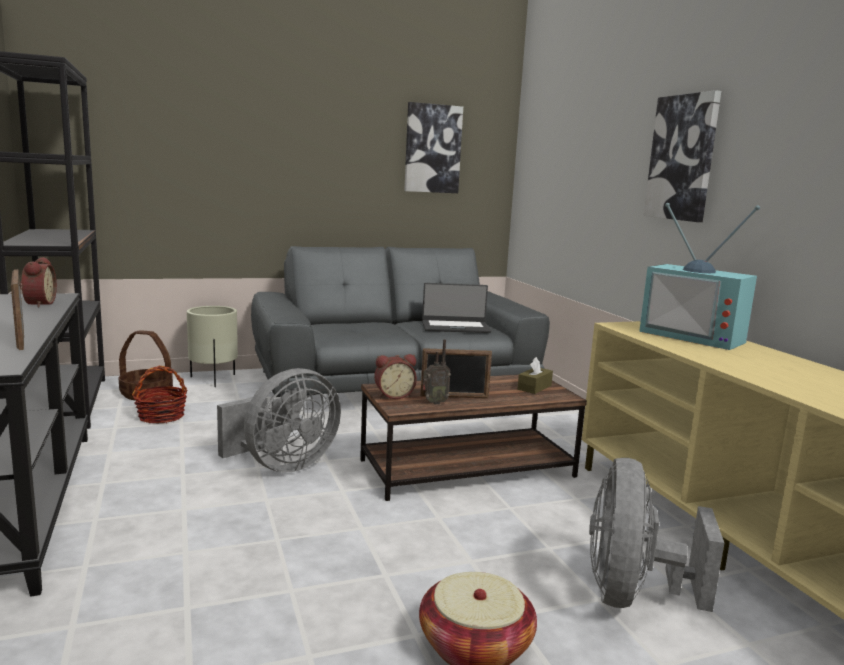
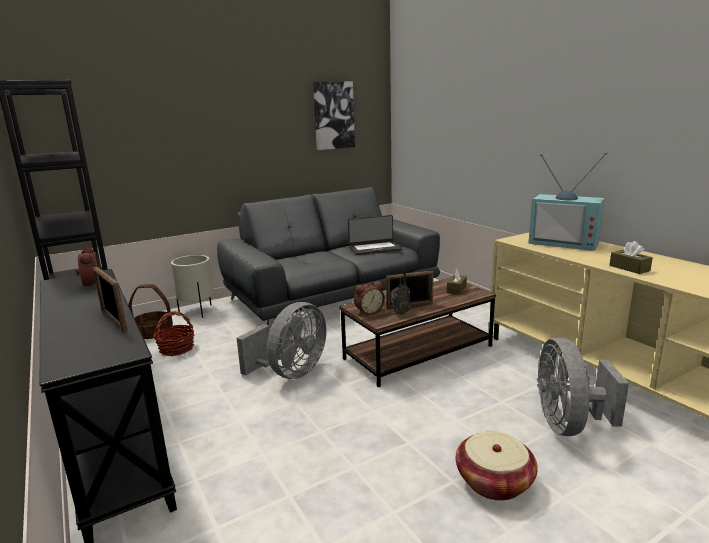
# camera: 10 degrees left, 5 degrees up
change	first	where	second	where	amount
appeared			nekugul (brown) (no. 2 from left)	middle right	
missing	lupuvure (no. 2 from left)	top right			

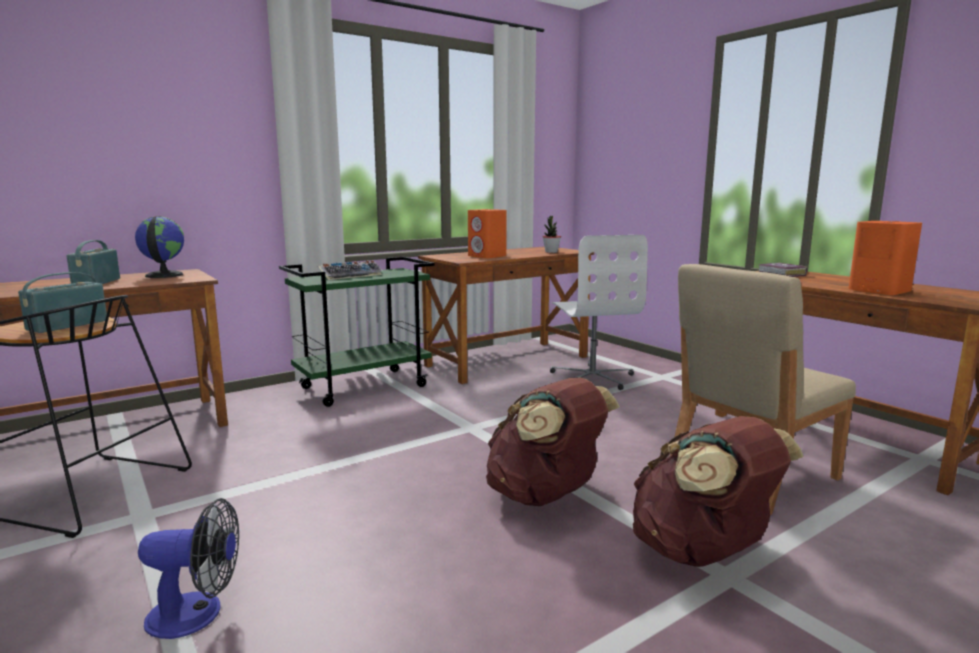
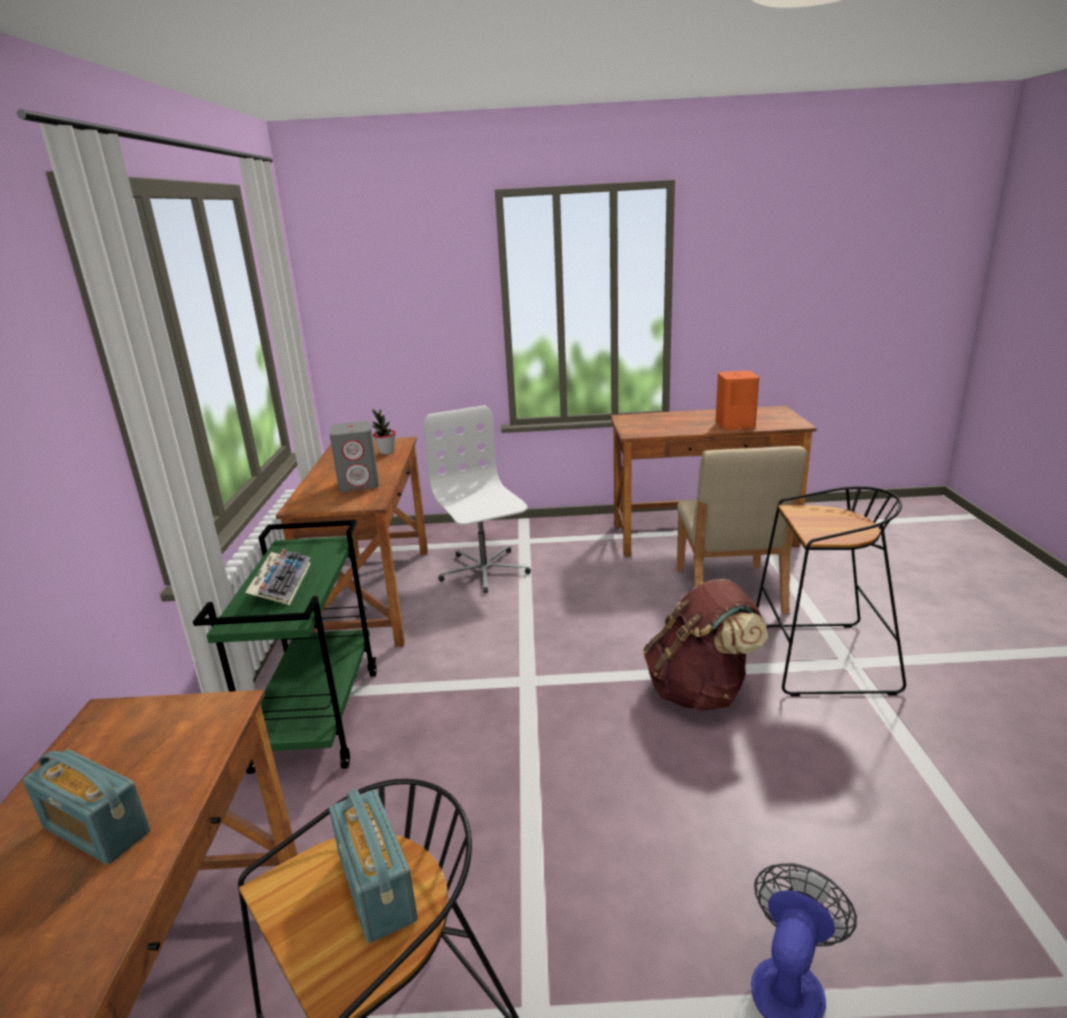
# camera: 55 degrees left, 10 degrees up
change	first	where	second	where	amount
colour	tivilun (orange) (no. 1 from left)	centre	tivilun (grey)	middle left	
spun	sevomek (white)	centre		centre	135 degrees counterclockwise
exchanged	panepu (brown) (no. 2 from left)	bottom right	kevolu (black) (no. 2 from left)	middle right	
missing	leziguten	middle left			
missing	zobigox	middle right			

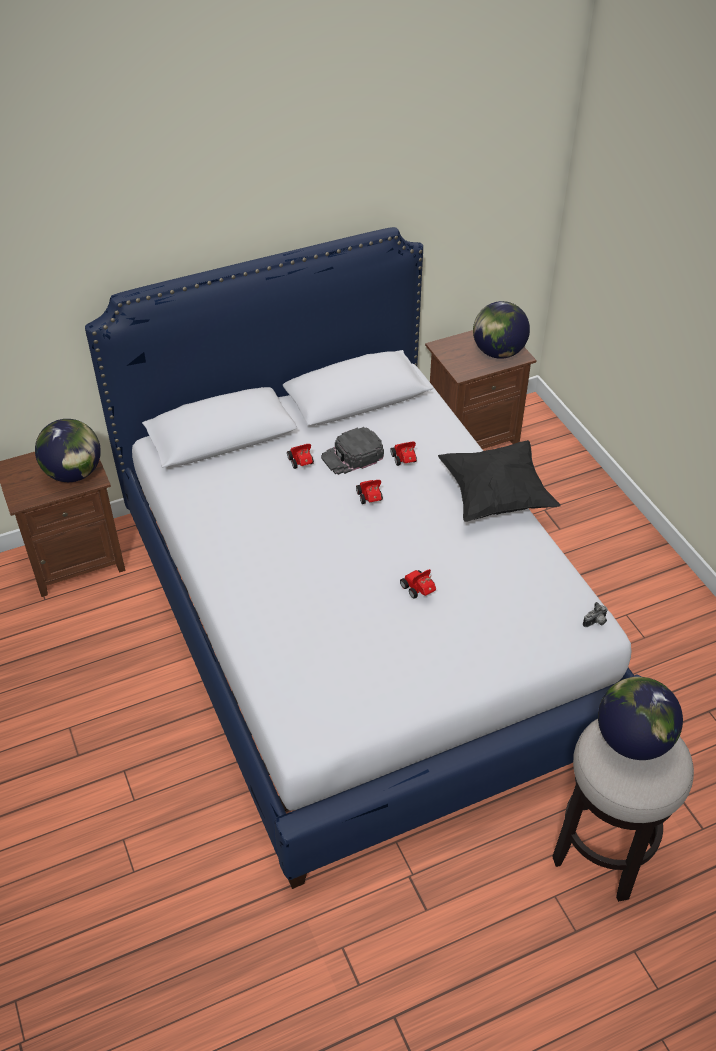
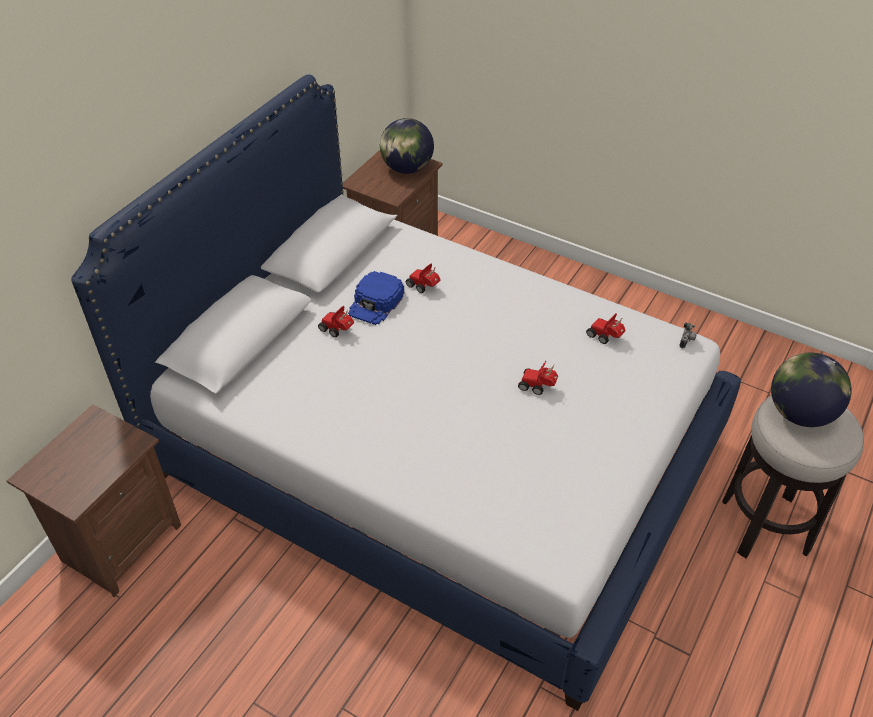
# camera: 35 degrees left, 0 degrees up
change	first	where	second	where	amount
colour	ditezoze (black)	centre	ditezoze (blue)	centre	
relocated	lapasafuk (no. 2 from left in the first image)	centre	lapasafuk (no. 4 from left)	middle right	
missing	leziguten (no. 1 from left)	middle left			
missing	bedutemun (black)	middle right			

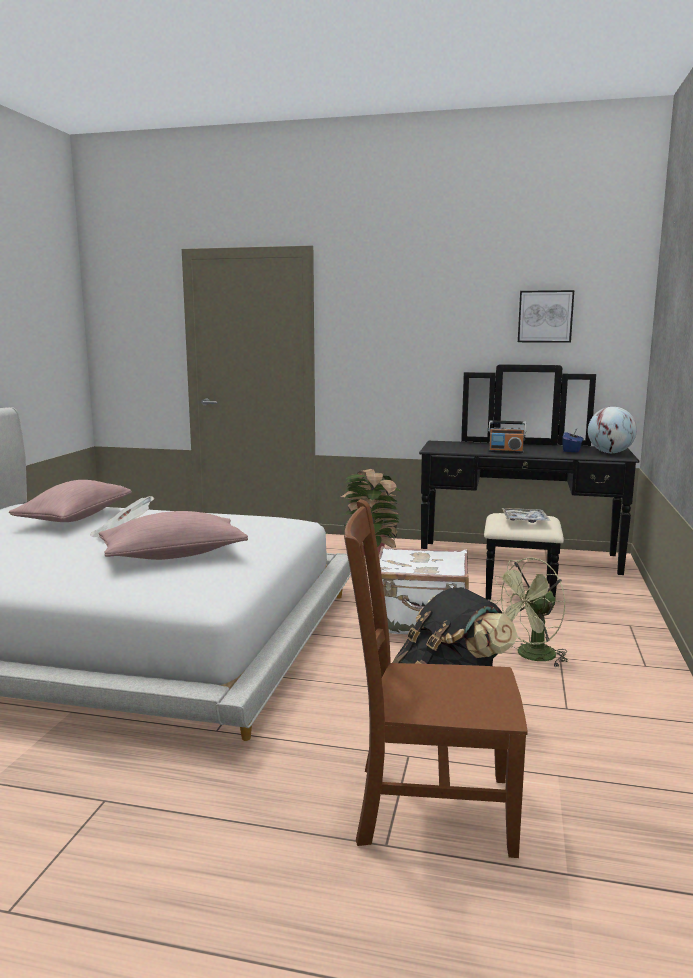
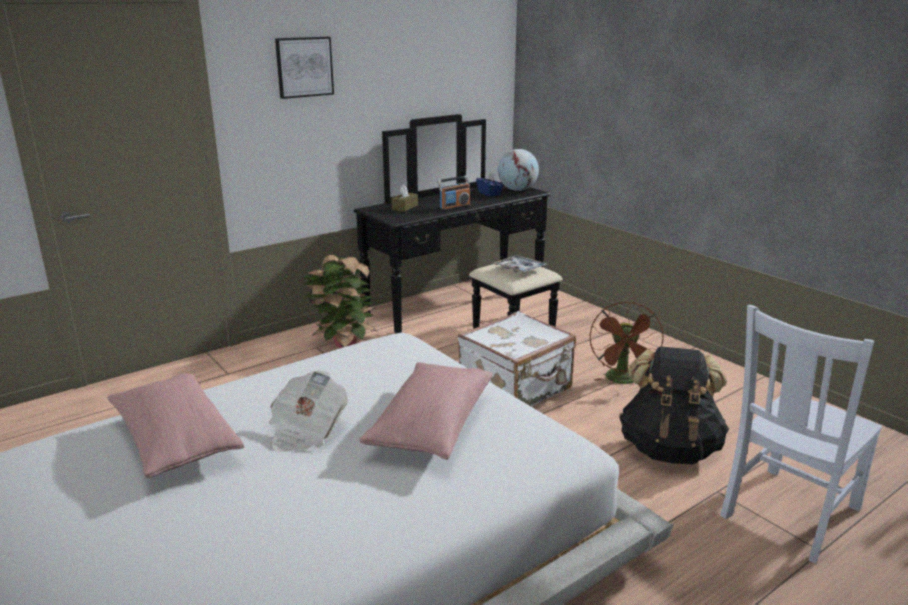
# camera: 50 degrees left, 10 degrees up
change	first	where	second	where	amount
relocated	lupuvure	top right		top centre	
appeared			nekugul (brown)	top centre	
colour	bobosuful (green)	middle right	bobosuful (brown)	middle right	
colour	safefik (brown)	bottom centre	safefik (white)	bottom right	

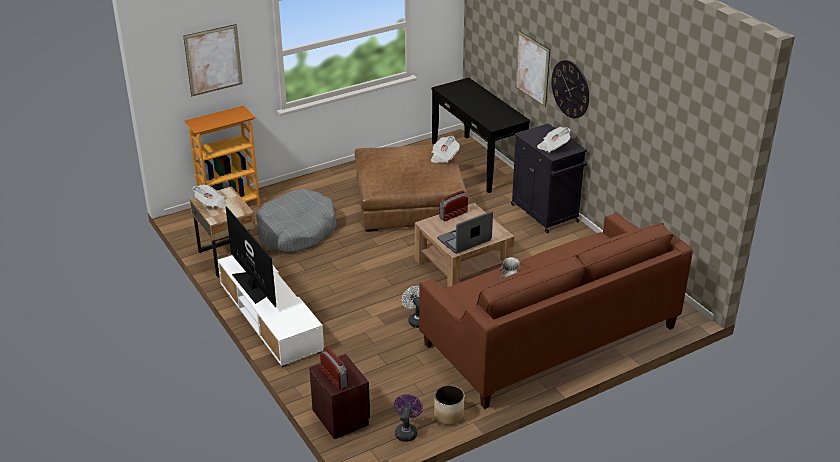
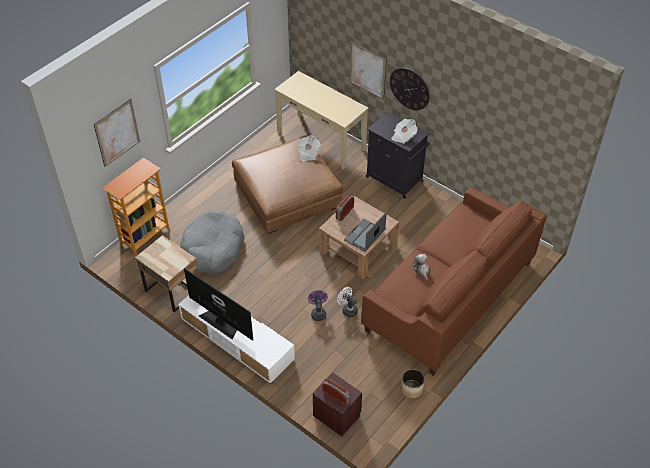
# camera: 20 degrees left, 15 degrees up
change	first	where	second	where	amount
colour	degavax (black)	top centre	degavax (beige)	top centre	
relocated	bobosuful (purple)	bottom centre		centre	
missing	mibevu (no. 1 from left)	middle left			

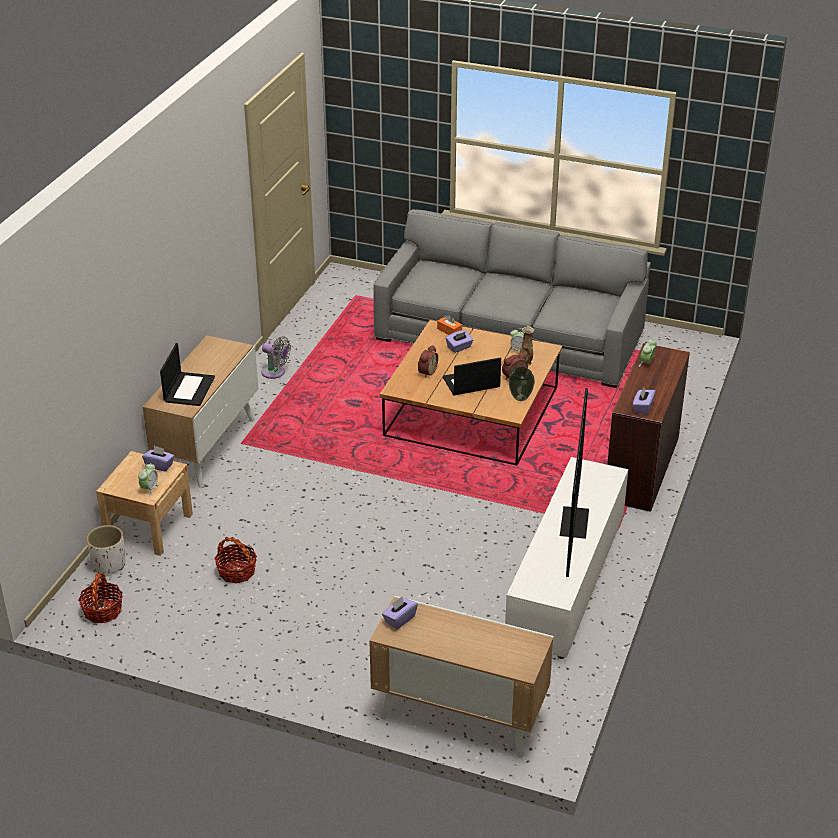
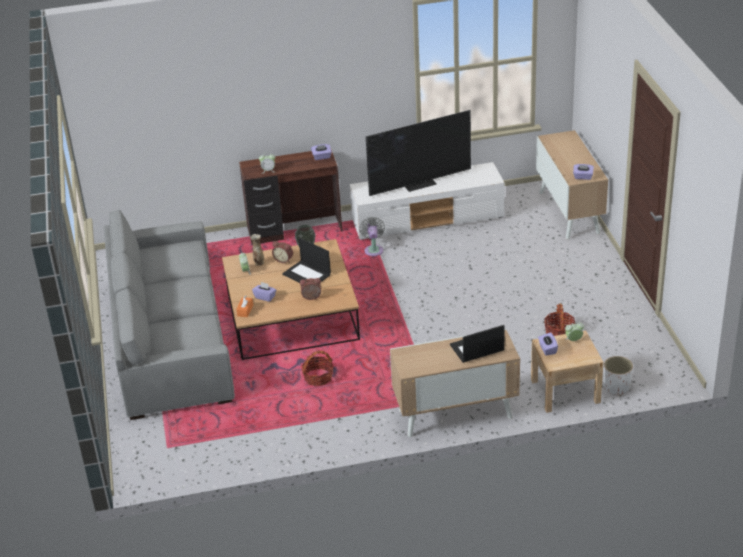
# camera: 120 degrees left, 0 degrees up
change	first	where	second	where	amount
relocated	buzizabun (no. 1 from left)	bottom left		centre	
relocated	bobosuful (grey)	middle left		centre	

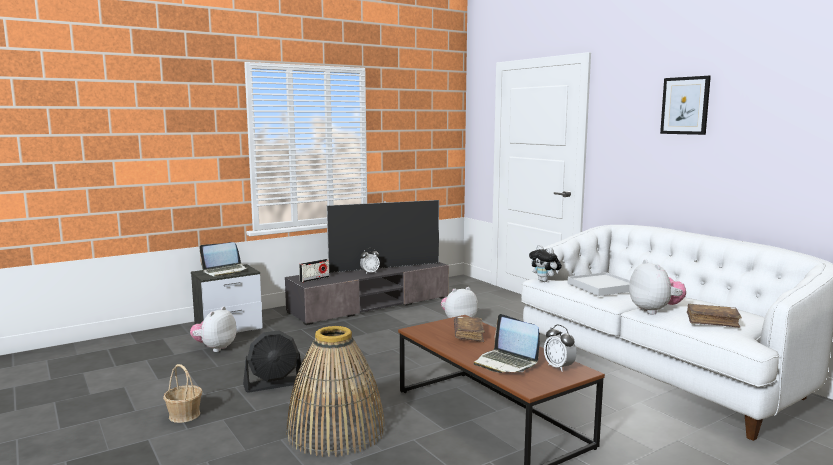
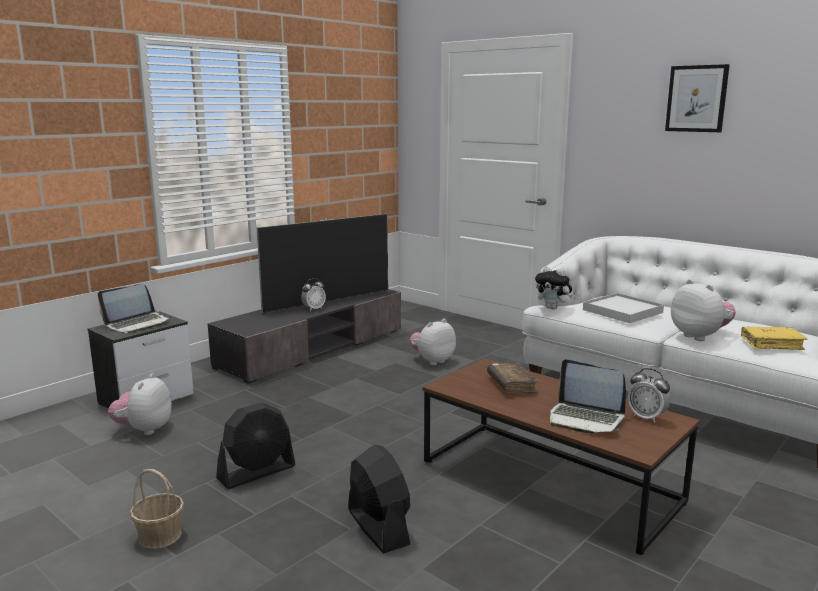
# camera: 15 degrees left, 5 degrees up
change	first	where	second	where	amount
exchanged	buzizabun (no. 2 from left)	bottom centre	bobosuful (black) (no. 2 from left)	bottom centre	
colour	zobigox (brown) (no. 2 from left)	bottom right	zobigox (yellow)	middle right	
missing	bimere	centre			

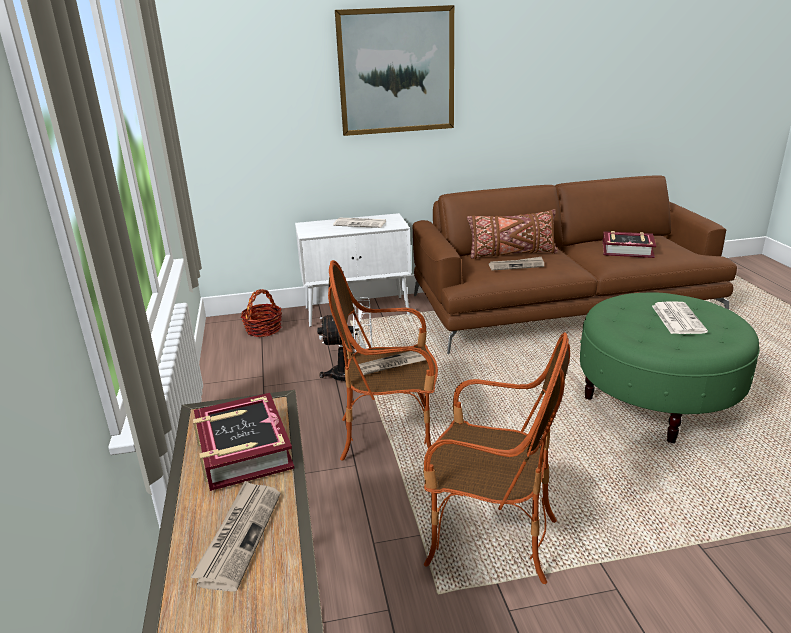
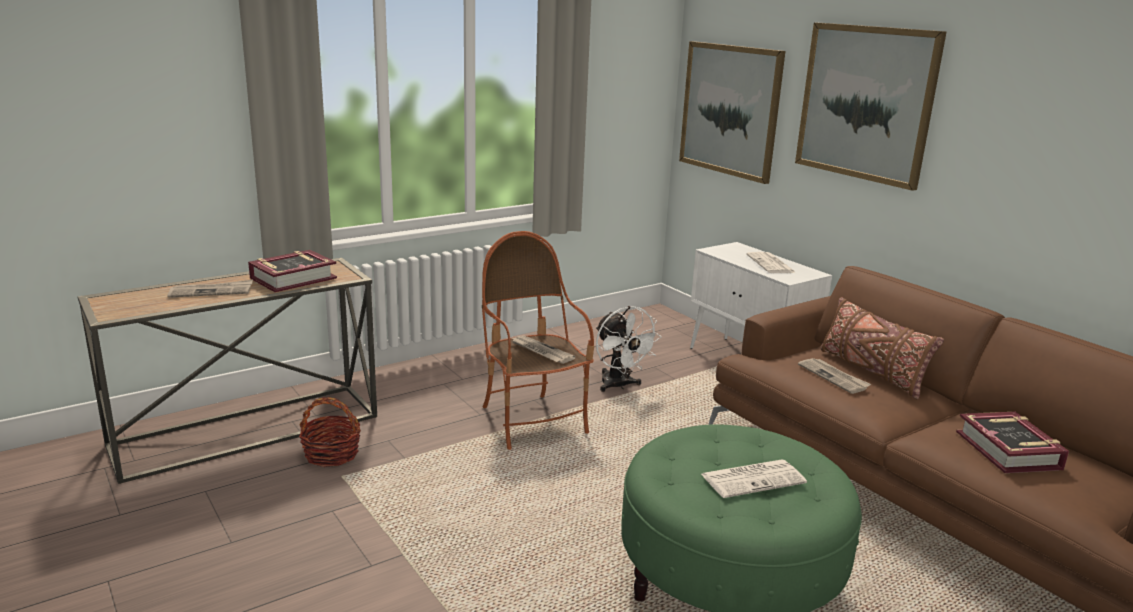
# camera: 65 degrees right, 5 degrees down
change	first	where	second	where	amount
relocated	buzizabun	middle left		bottom left	
appeared			lupuvure (no. 1 from left)	top centre	
missing	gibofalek (no. 2 from left)	bottom centre			

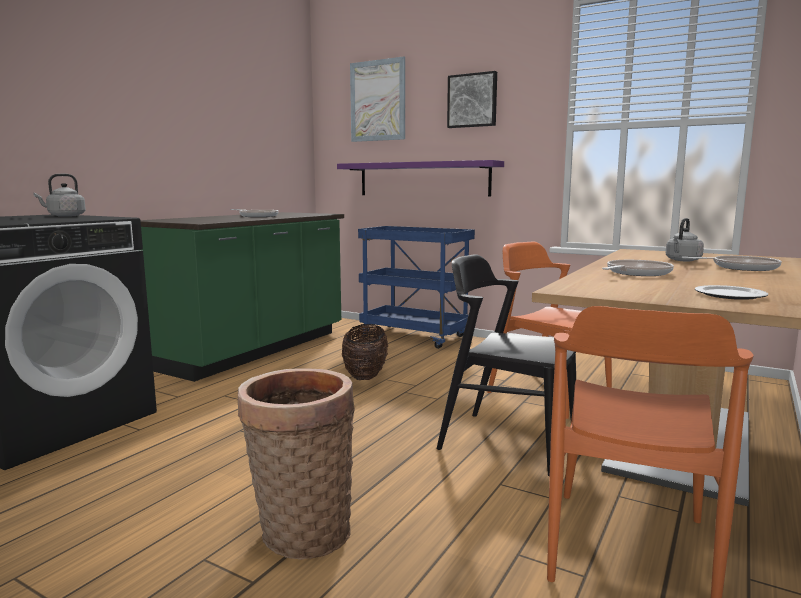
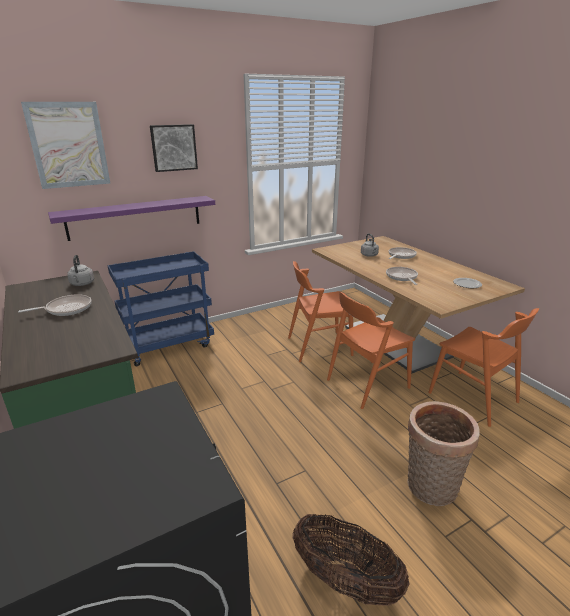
# camera: 60 degrees left, 15 degrees up
change	first	where	second	where	amount
relocated	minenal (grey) (no. 1 from left)	top left		middle left	
relocated	buzizabun (no. 2 from left in the first image)	centre	buzizabun (no. 1 from left)	bottom centre	
colour	safefik (black)	centre	safefik (orange) (no. 2 from left)	centre	

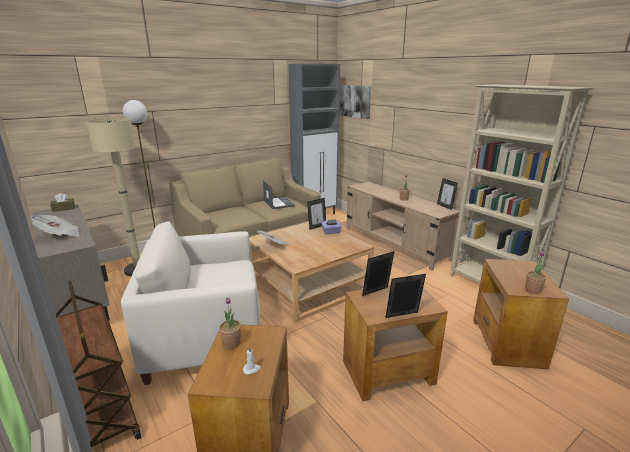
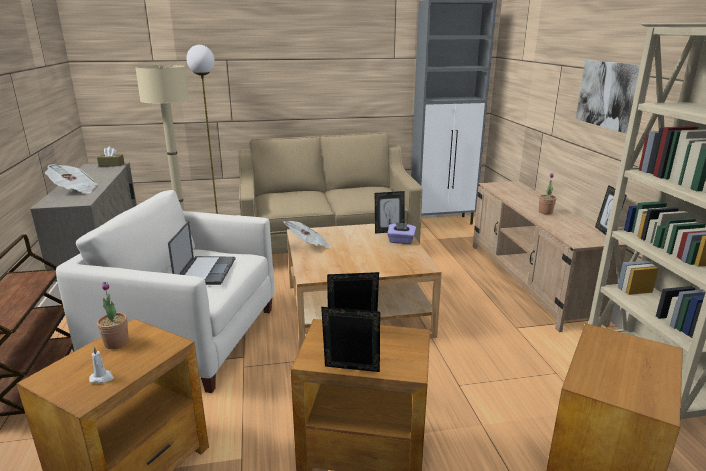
# camera: 25 degrees right, 0 degrees up
change	first	where	second	where	amount
relocated	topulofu	centre		middle left	
relocated	lupuvure	top centre		top right	
missing	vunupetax (no. 3 from left)	middle right			

